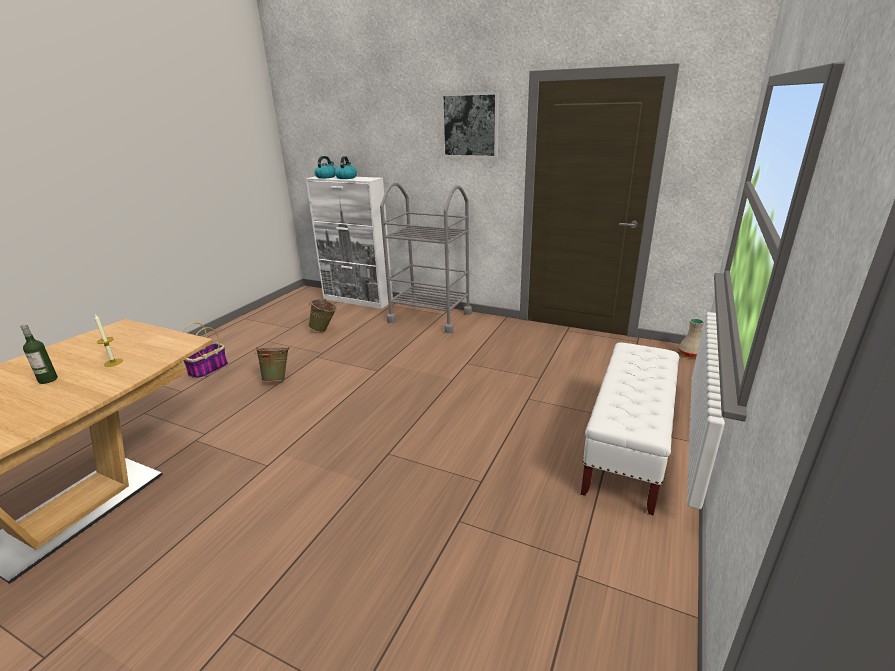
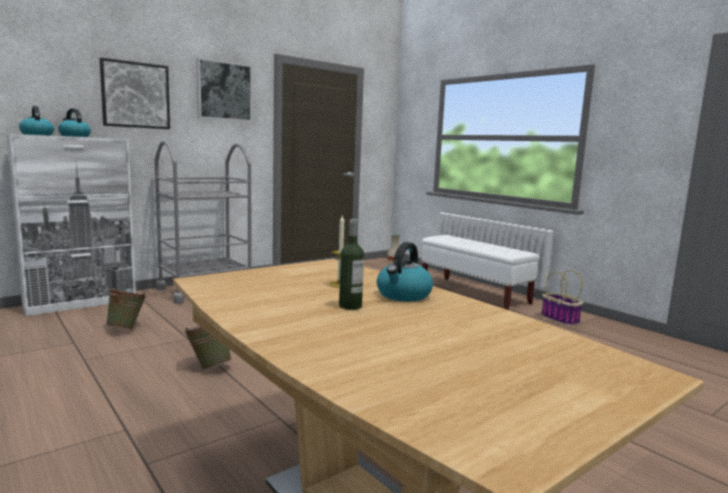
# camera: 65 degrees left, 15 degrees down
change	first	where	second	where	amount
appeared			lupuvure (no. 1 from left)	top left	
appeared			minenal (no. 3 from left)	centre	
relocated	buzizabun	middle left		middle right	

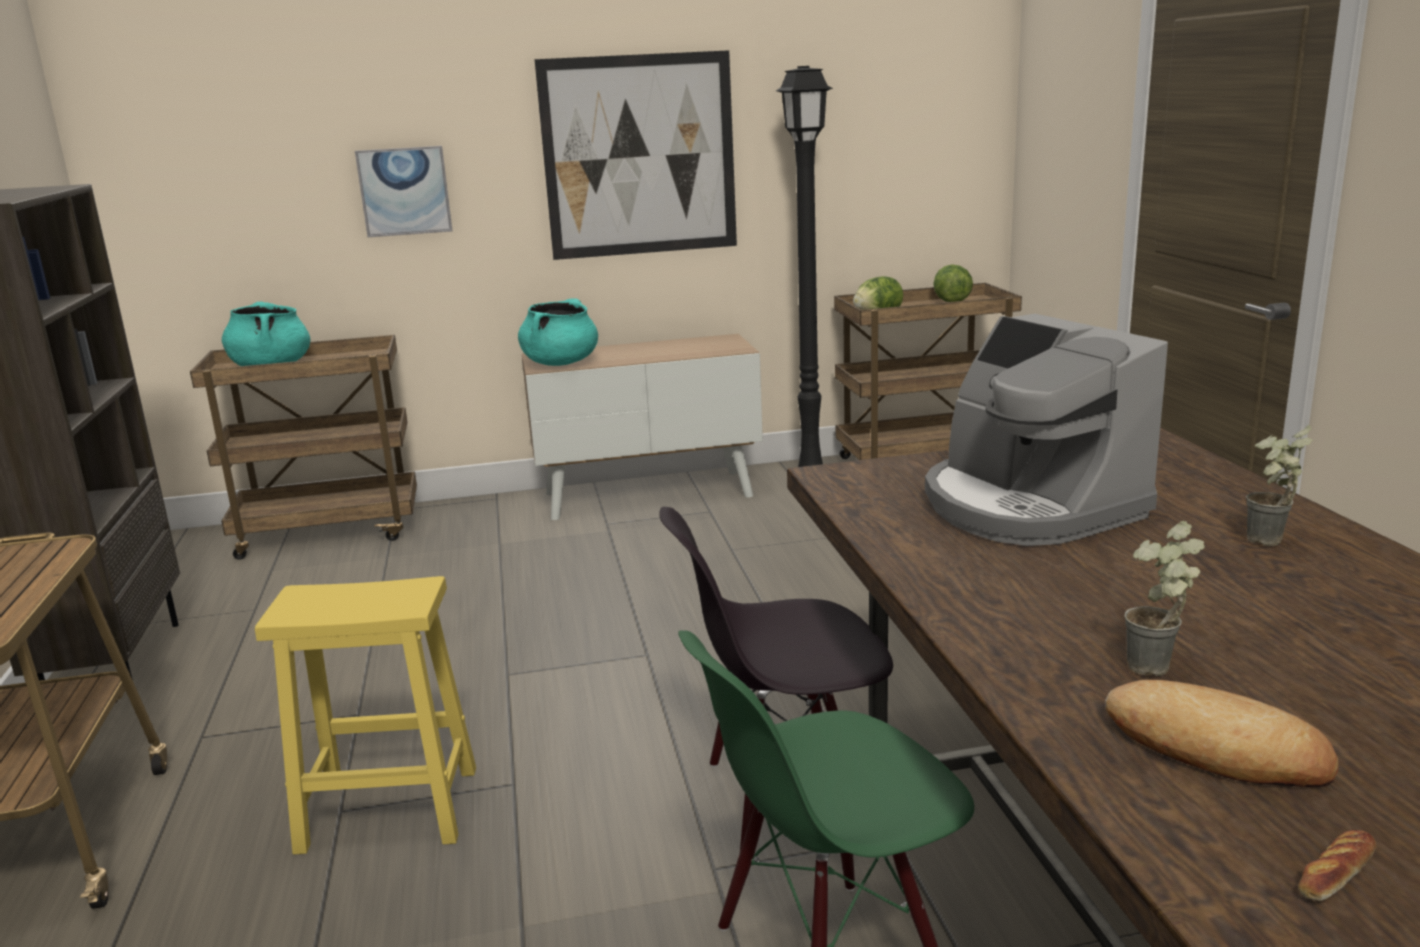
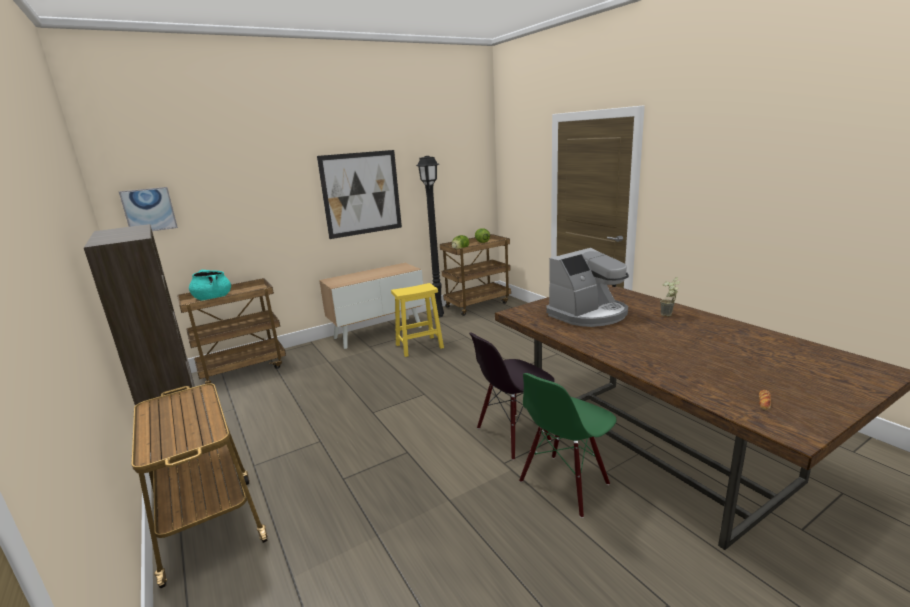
# camera: 20 degrees left, 0 degrees up
change	first	where	second	where	amount
relocated	lupuvure (no. 1 from left)	top left		middle left	
relocated	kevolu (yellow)	bottom left		centre	
spun	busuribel	middle right		centre	75 degrees counterclockwise
missing	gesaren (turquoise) (no. 2 from left)	centre			
missing	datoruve (no. 1 from left)	bottom right			
missing	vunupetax (no. 1 from left)	middle right			

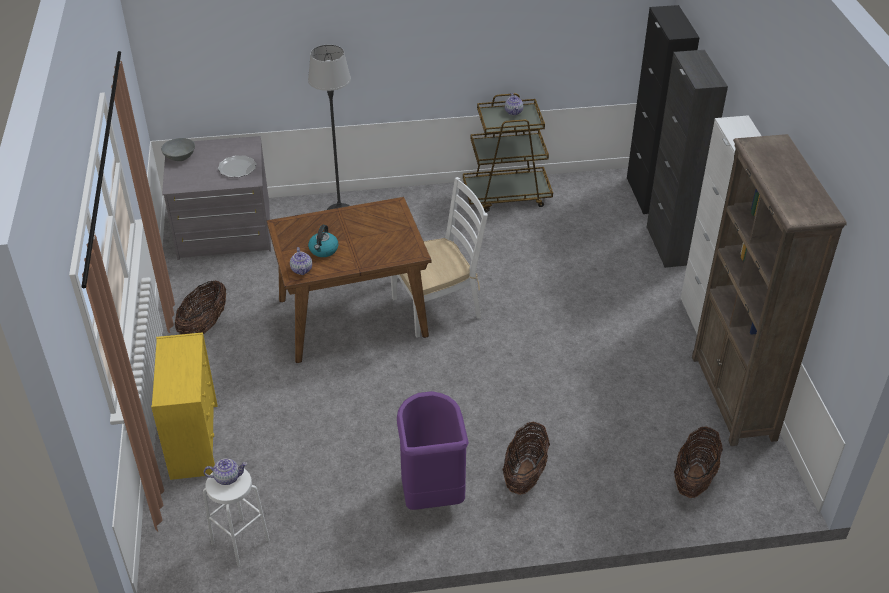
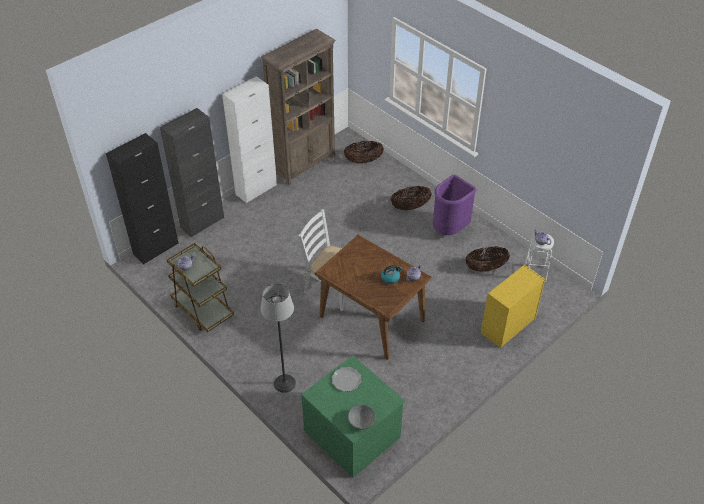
# camera: 125 degrees left, 5 degrees up
change	first	where	second	where	amount
colour	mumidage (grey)	middle left	mumidage (green)	bottom centre	
relocated	buzizabun (no. 1 from left in the first image)	middle left	buzizabun (no. 3 from left)	middle right	

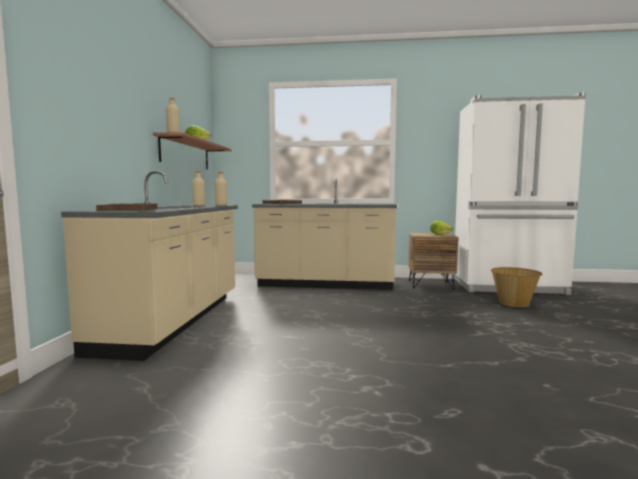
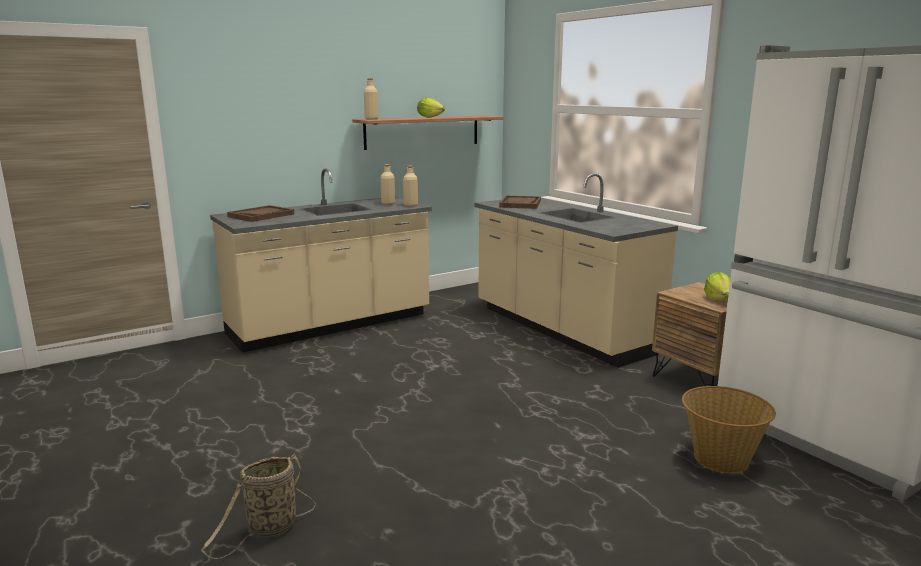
# camera: 50 degrees right, 10 degrees up
change	first	where	second	where	amount
appeared			buzizabun (no. 1 from left)	bottom left	

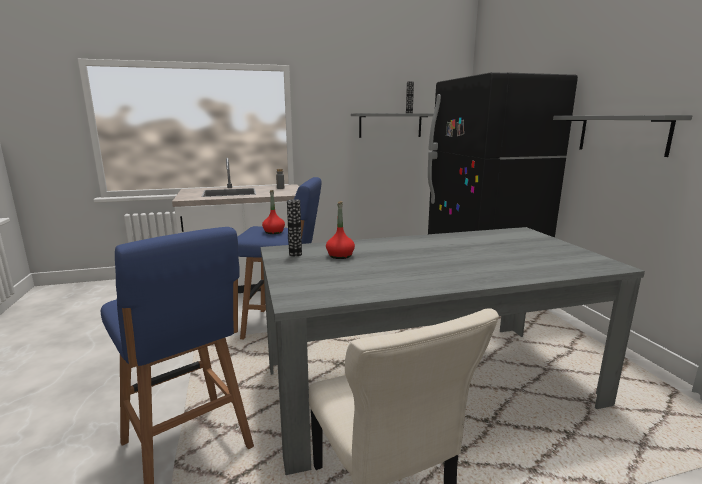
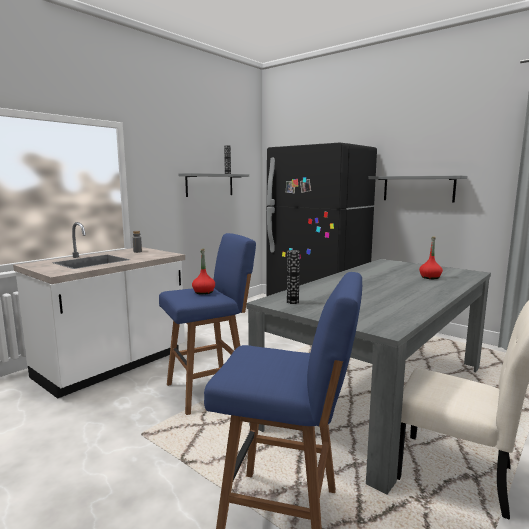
# camera: 35 degrees left, 5 degrees down
change	first	where	second	where	amount
relocated	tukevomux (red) (no. 2 from left)	centre		middle right	

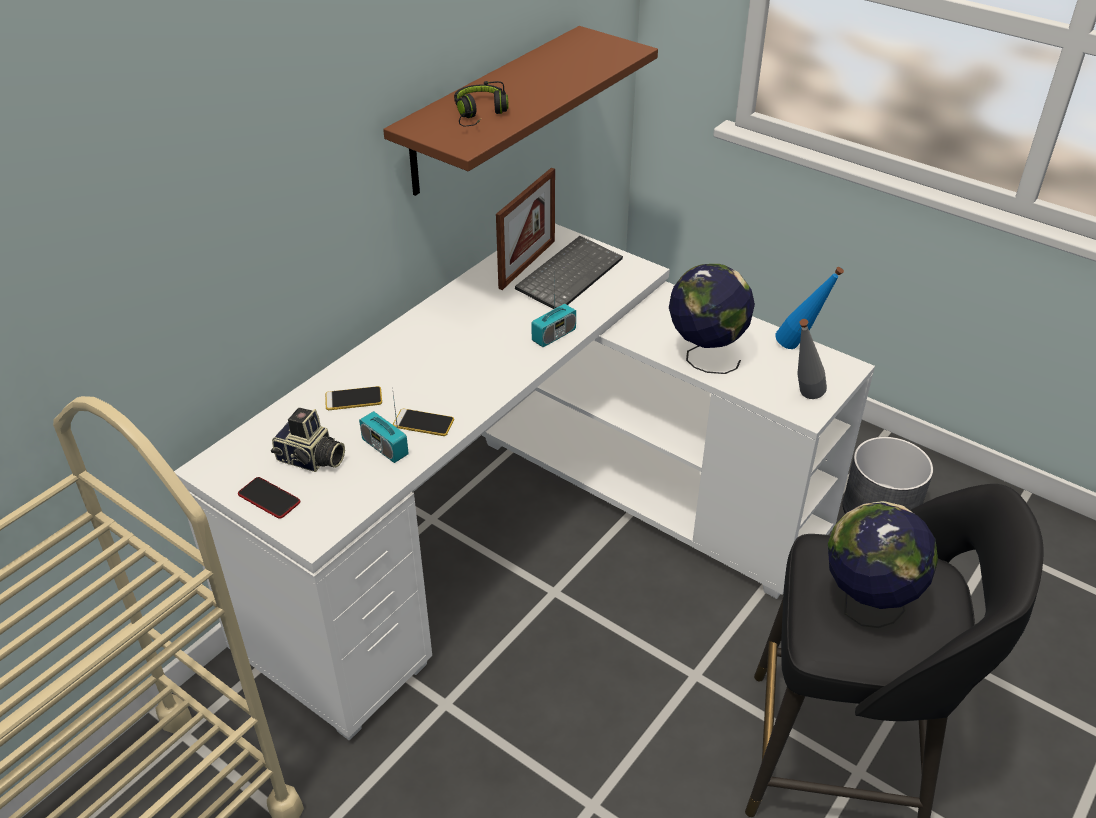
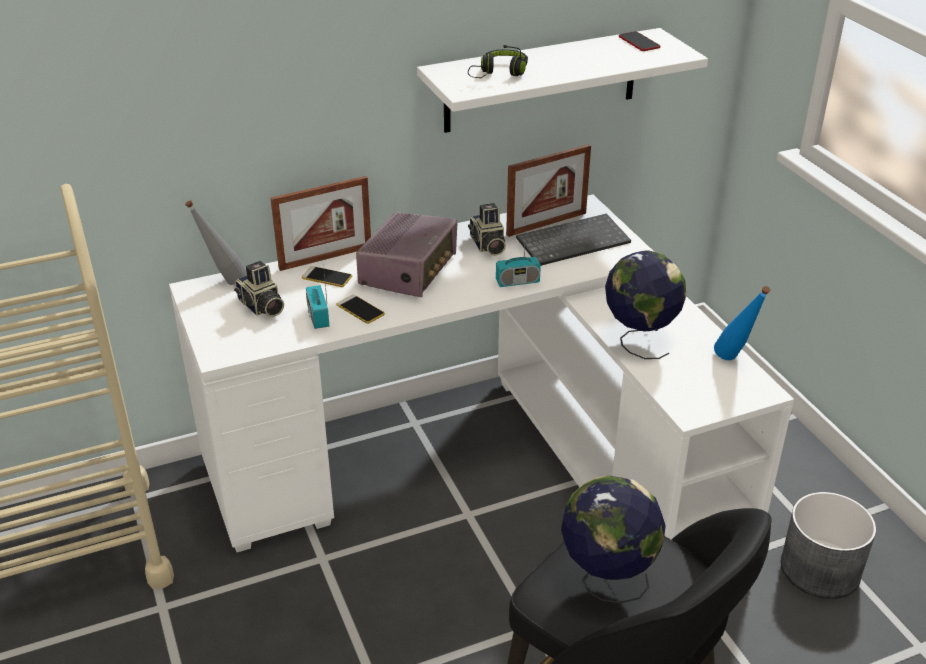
# camera: 30 degrees right, 5 degrees down
change	first	where	second	where	amount
relocated	tukevomux (grey)	middle right		middle left	
appeared			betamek (no. 1 from left)	centre	
appeared			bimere (no. 2 from left)	centre	
colour	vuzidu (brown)	top centre	vuzidu (white)	top centre	
appeared			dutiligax (no. 2 from left)	centre	
relocated	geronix (no. 1 from left in the first image)	middle left	geronix (no. 3 from left)	top right	

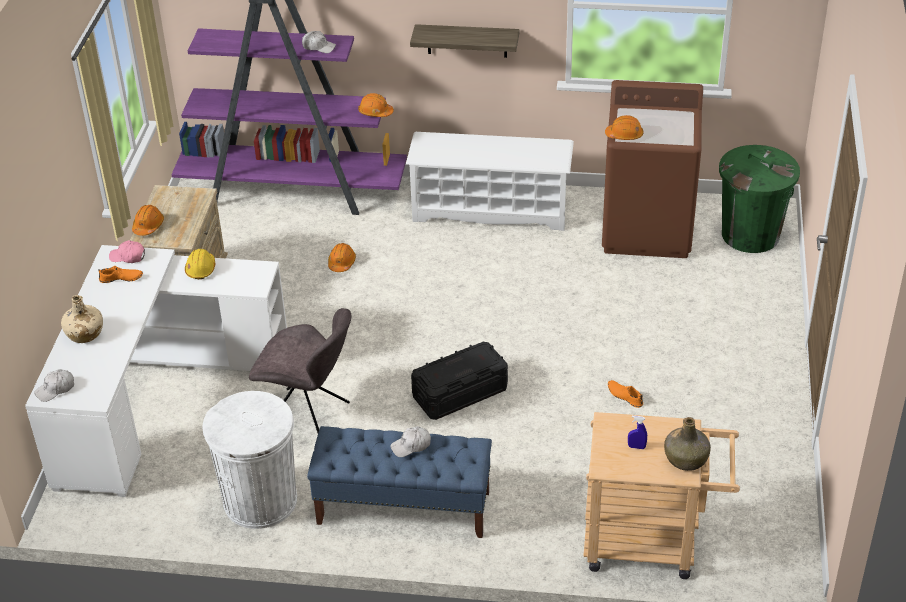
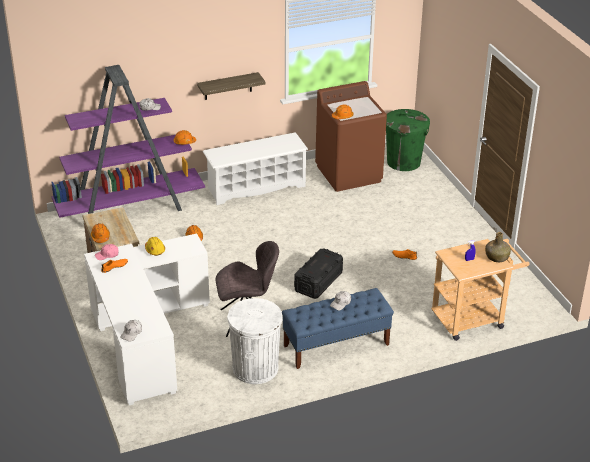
# camera: 30 degrees left, 5 degrees down
change	first	where	second	where	amount
missing	tukevomux (beige)	middle left			

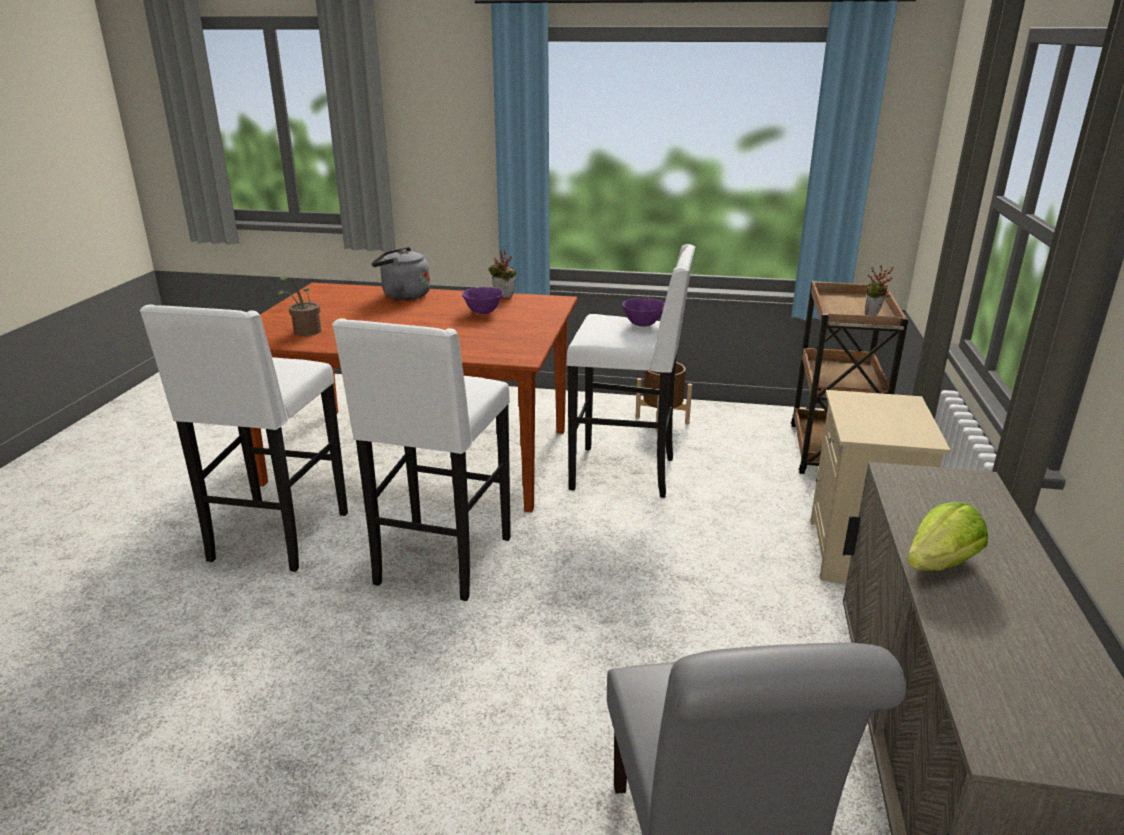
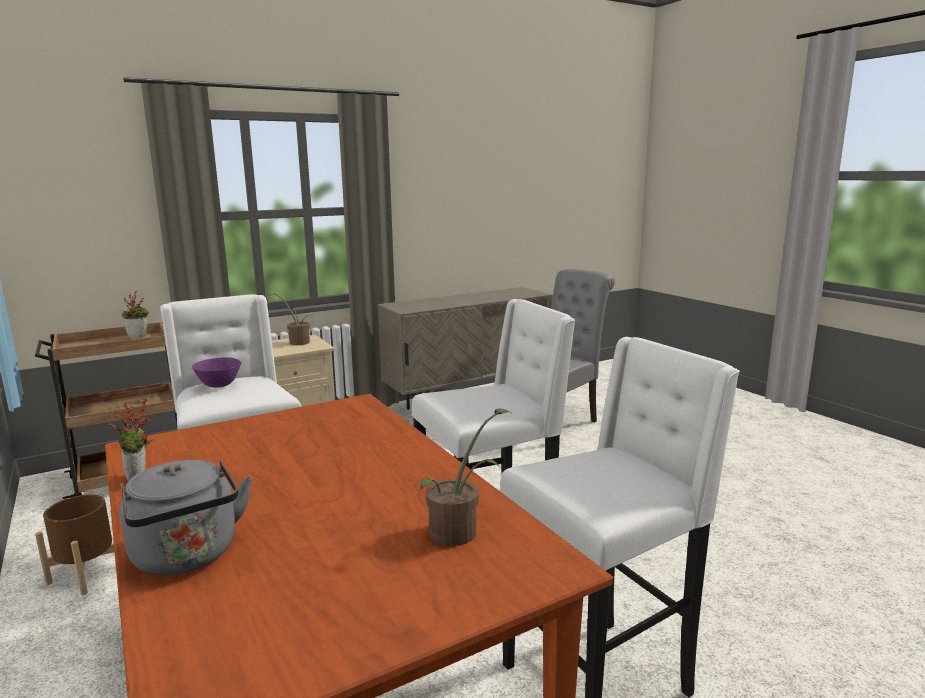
# camera: 130 degrees left, 10 degrees down
change	first	where	second	where	amount
appeared			vunupetax (no. 3 from left)	middle left	
missing	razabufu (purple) (no. 1 from left)	centre			
missing	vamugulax	middle right			

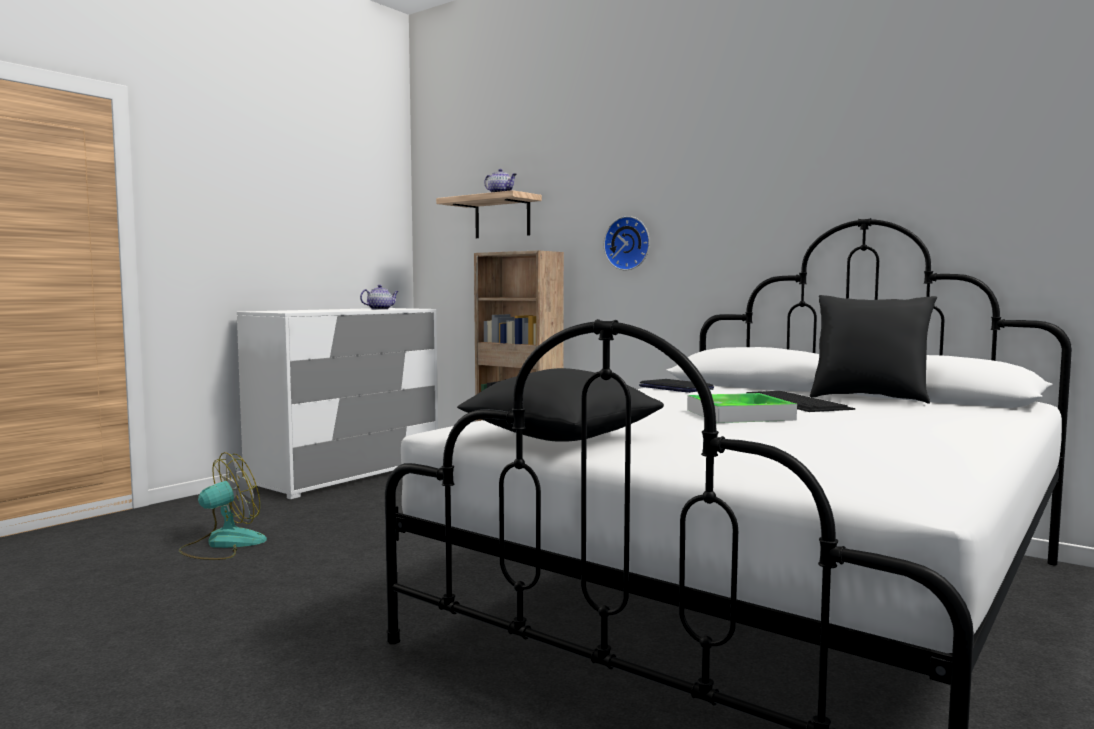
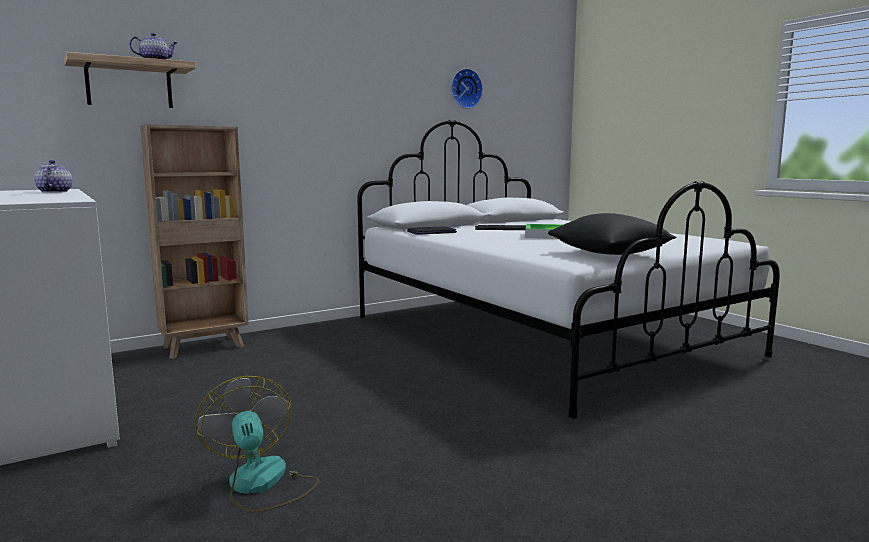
# camera: 70 degrees left, 5 degrees up
change	first	where	second	where	amount
relocated	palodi	centre		top centre	
missing	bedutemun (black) (no. 2 from left)	middle right			

